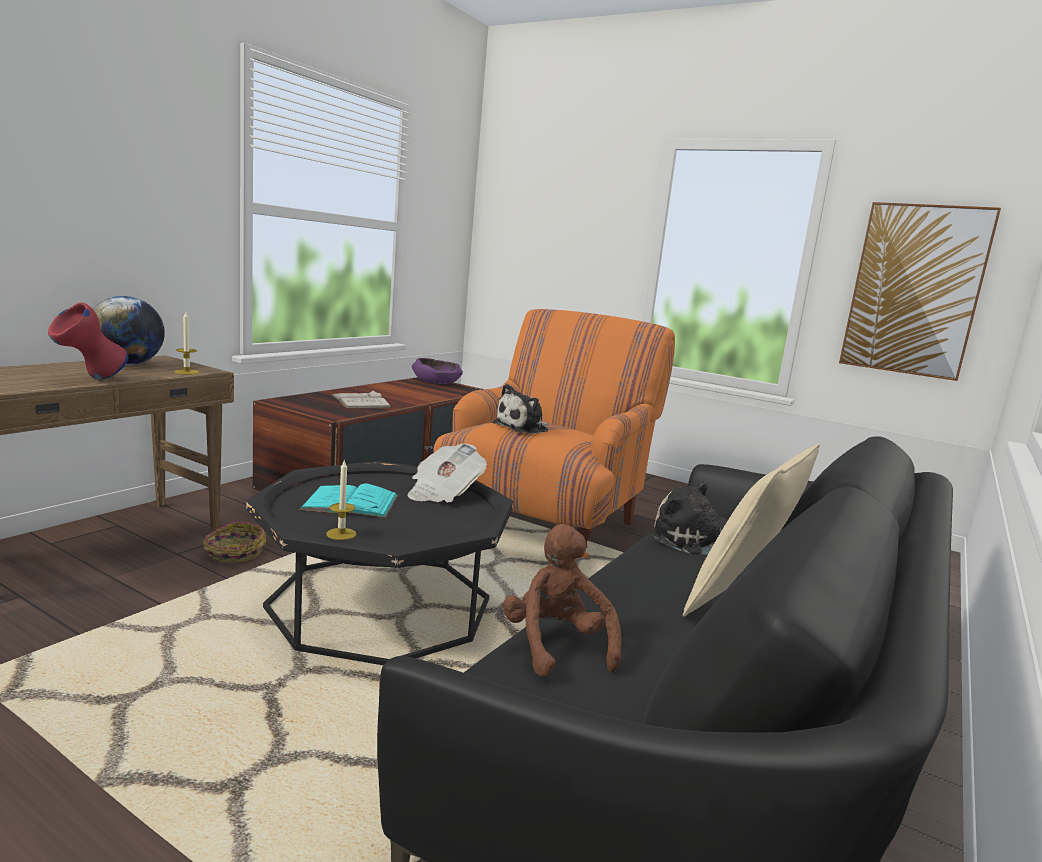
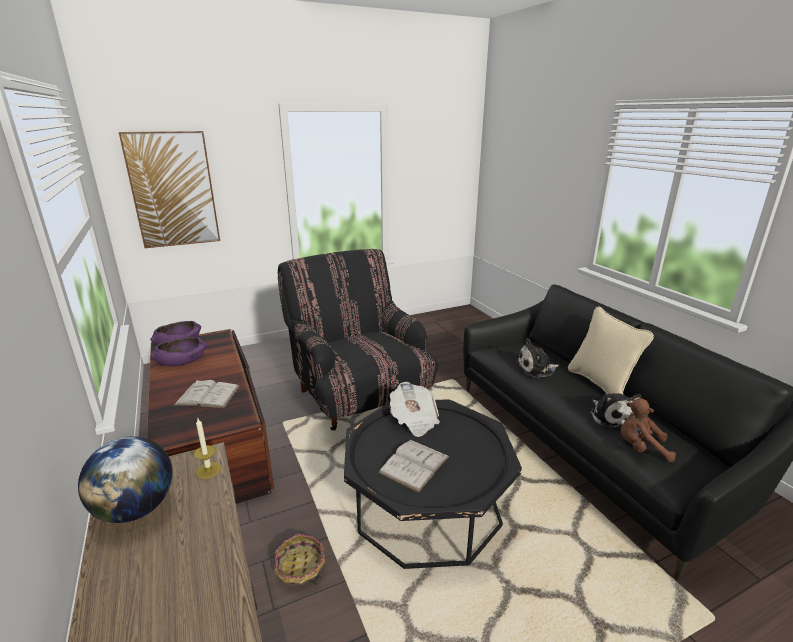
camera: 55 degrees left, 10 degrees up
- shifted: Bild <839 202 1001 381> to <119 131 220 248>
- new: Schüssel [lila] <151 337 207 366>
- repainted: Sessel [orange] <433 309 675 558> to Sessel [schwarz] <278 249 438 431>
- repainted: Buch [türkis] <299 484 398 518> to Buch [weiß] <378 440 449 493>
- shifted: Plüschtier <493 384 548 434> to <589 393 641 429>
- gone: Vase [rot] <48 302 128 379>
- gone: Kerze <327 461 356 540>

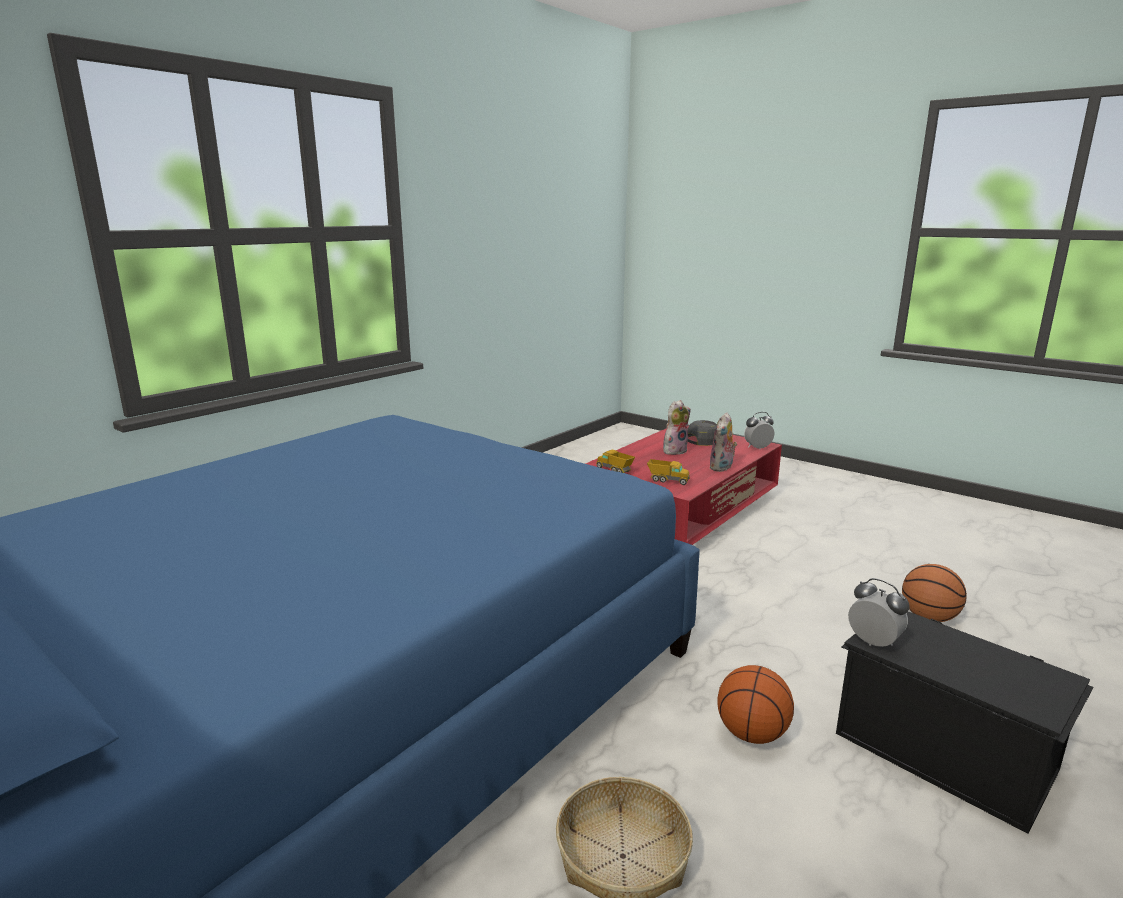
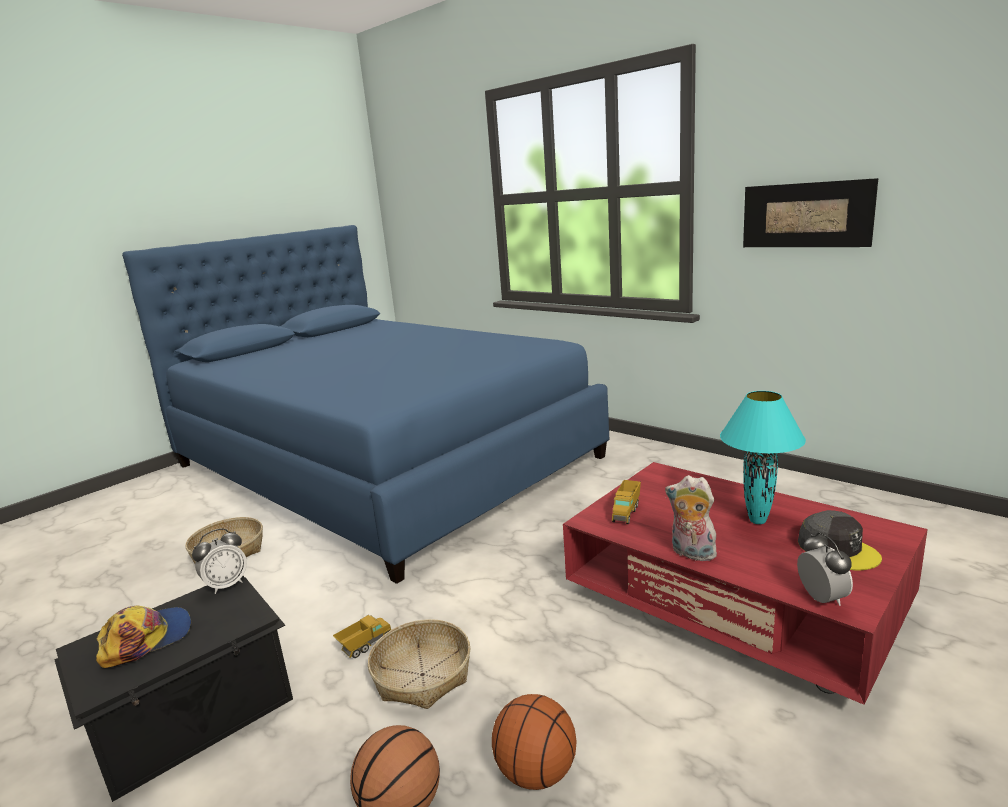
camera: 95 degrees right, 0 degrees up
- new: Kappe <96 606 191 668>
- shifted: Spielzeuglaster <596 450 635 473> to <333 615 391 658>
- new: Korb <368 619 470 709>
- shifted: Basketball <717 665 794 744> to <492 694 577 790>
- swapped: Plüschtier <663 400 691 455> to Tischlampe [türkis] <720 391 806 524>
- new: Bild <743 178 878 247>

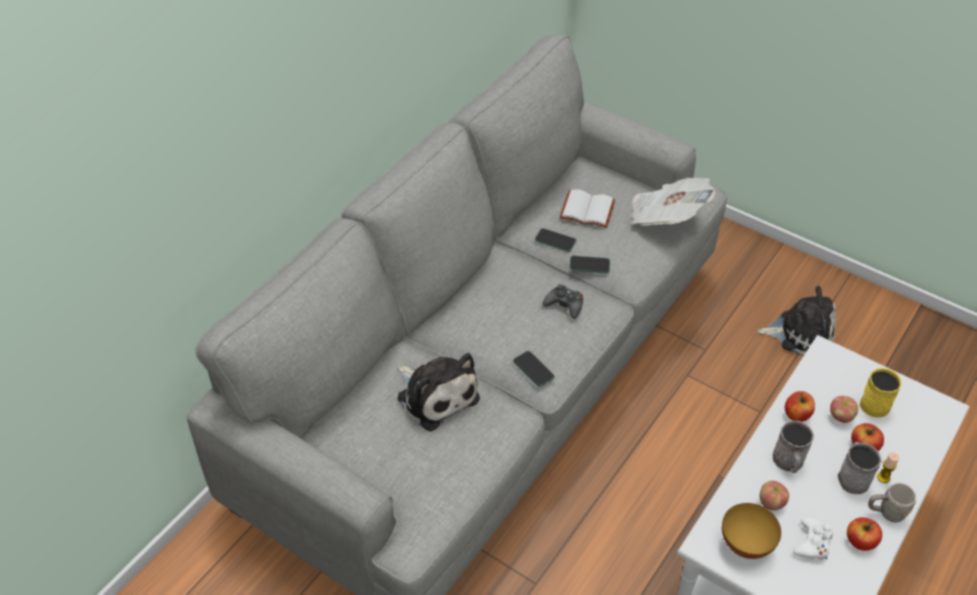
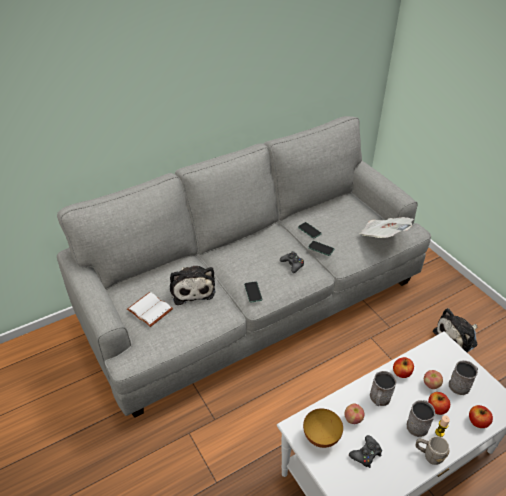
camera: 25 degrees right, 5 degrees down
- shifted: Buch [weiß] <559 189 615 228> to <127 292 173 327>
- repainted: Gamepad [weiß] <793 517 834 560> to Gamepad [schwarz] <349 435 382 468>
- rotated: Plüschtier <757 286 836 355> = <433 308 478 353> 120 degrees clockwise
- repainted: Henkelbecher [gelb] <860 368 902 417> to Henkelbecher [grau] <449 360 478 395>
- shifted: Apfel <847 517 882 551> to <469 405 493 428>

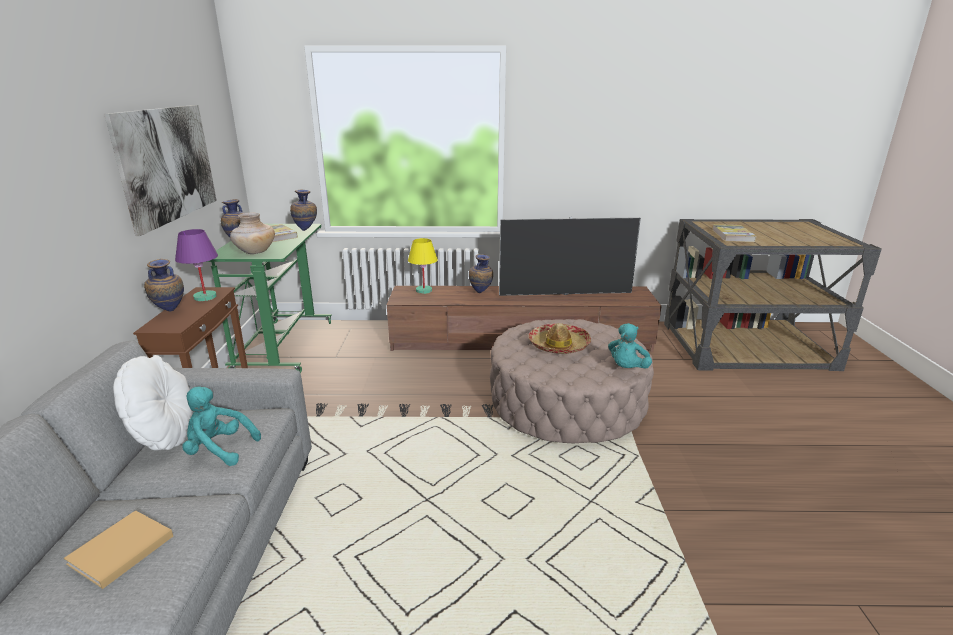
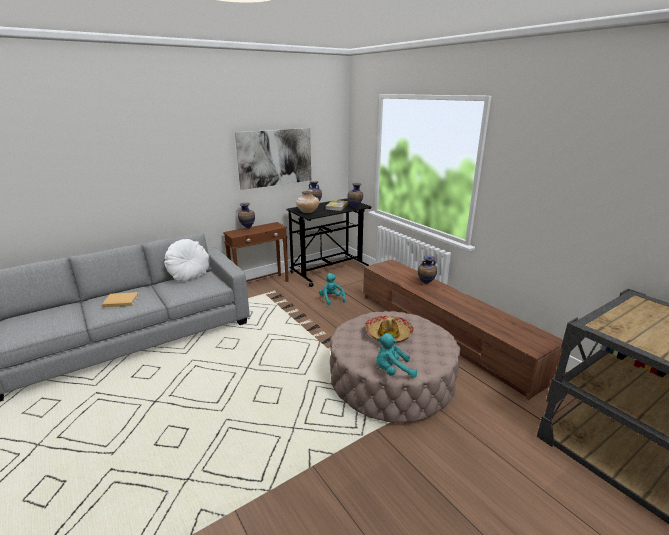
camera: 55 degrees right, 0 degrees up
- repainted: Schreibtisch [grün] <206 224 332 373> to Schreibtisch [schwarz] <286 198 371 287>
- shifted: Plüschtier [türkis] <182 386 261 466> to <319 273 345 305>
- gone: Tischlampe [lila] <175 229 218 301>
- gone: Tischlampe [gelb] <408 238 438 294>
- gone: Fernseher <499 217 641 296>
- gone: Buch <712 224 756 242>

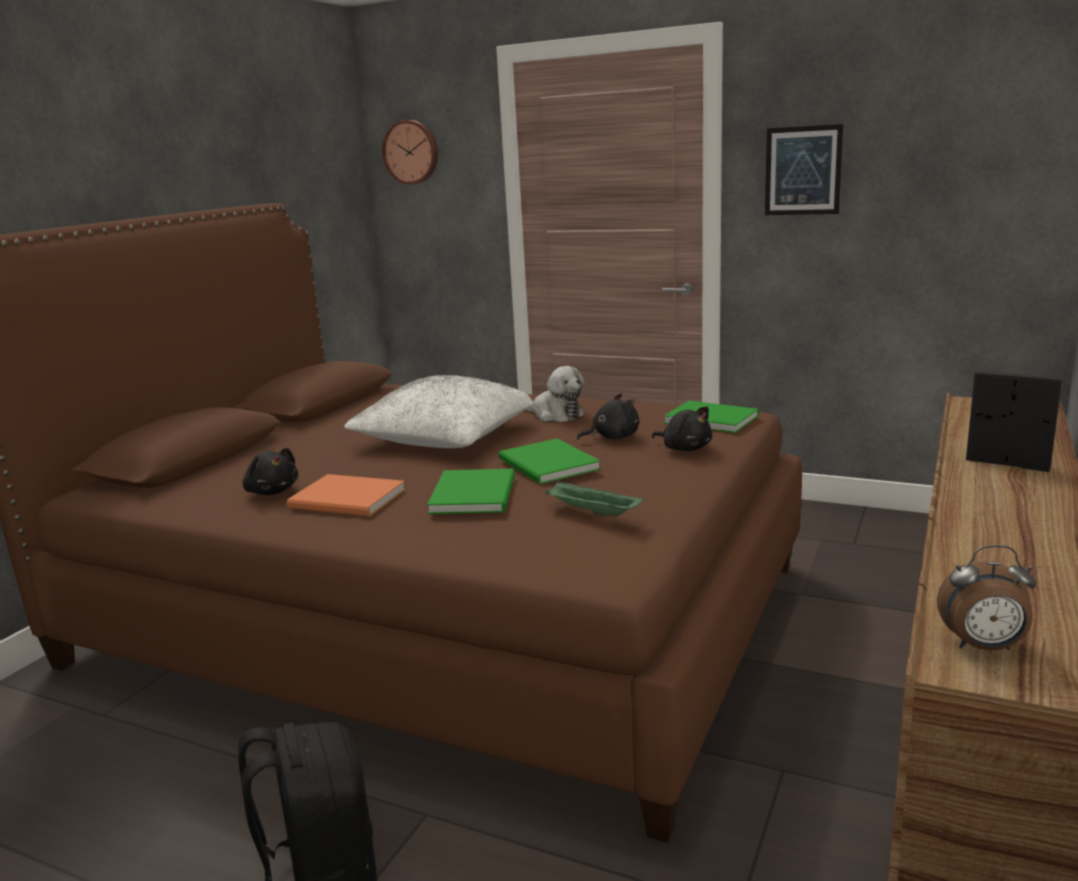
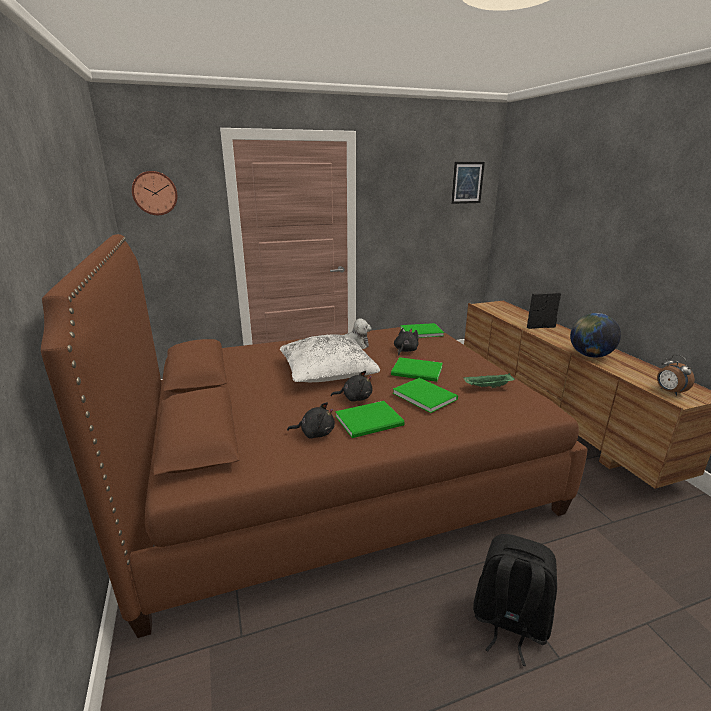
camera: 45 degrees left, 5 degrees up
- shifted: Plüschtier [schwarz] <652 406 712 451> to <331 371 373 402>
- repainted: Buch [orange] <287 474 406 517> to Buch [grün] <335 401 405 438>
- shifted: Bild <765 124 843 215> to <451 162 485 204>
- new: Globus <570 313 621 358>
- rotated: Wecker <937 545 1036 651> = <657 355 695 396> 105 degrees clockwise

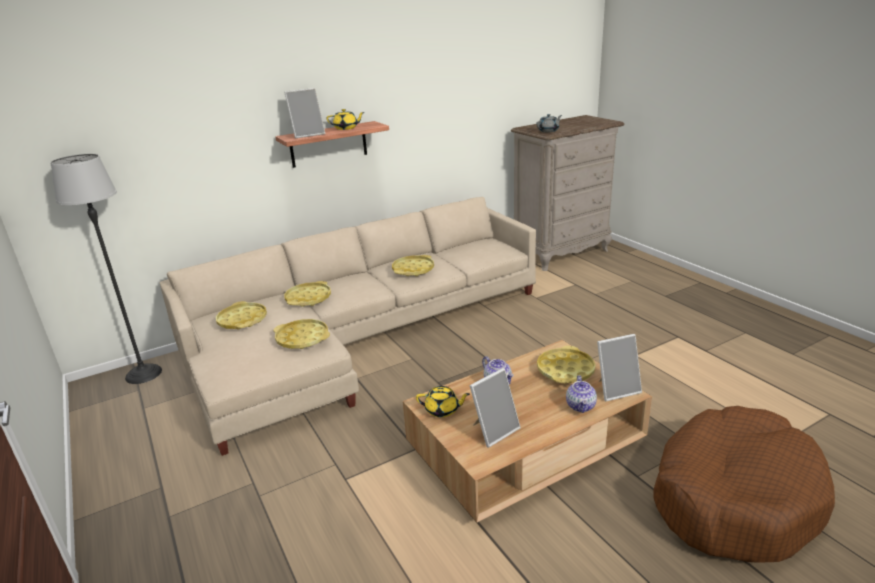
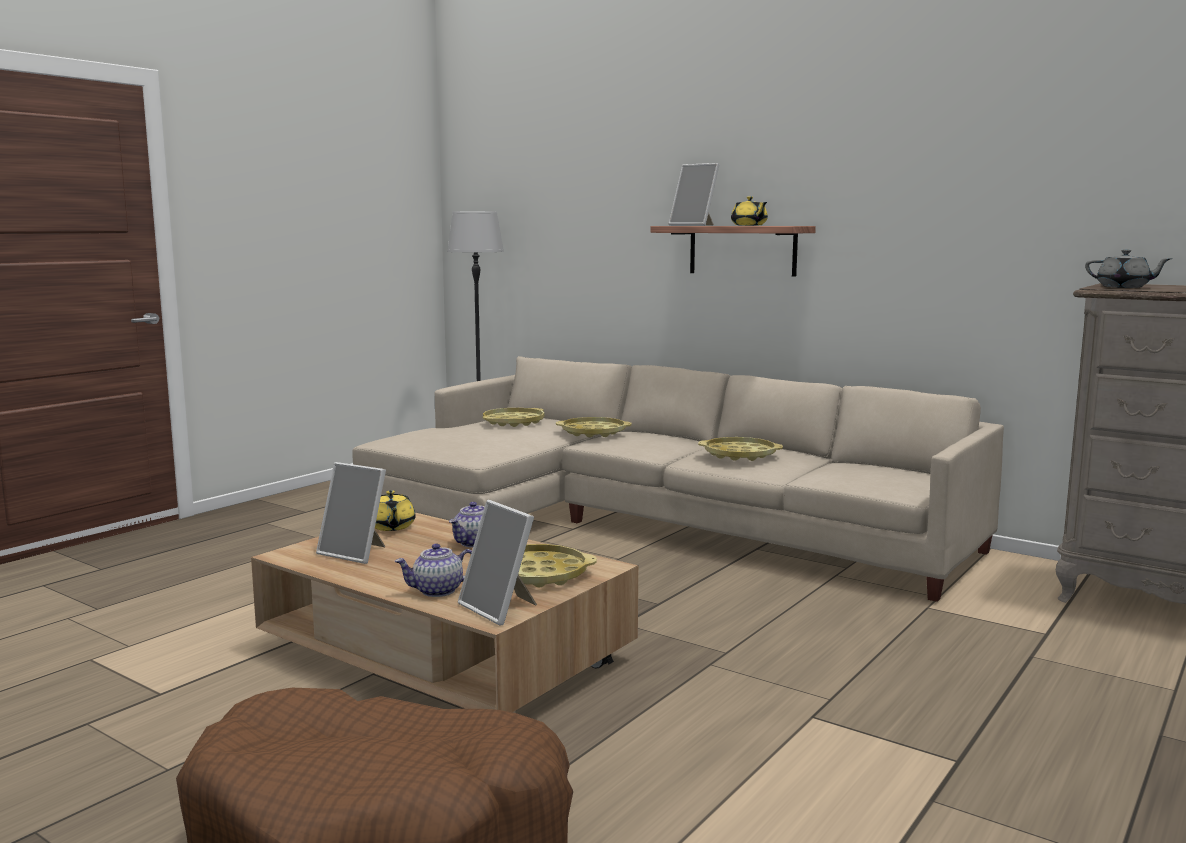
camera: 65 degrees right, 15 degrees down
- gone: Tablett [gelb] <274 319 330 349>

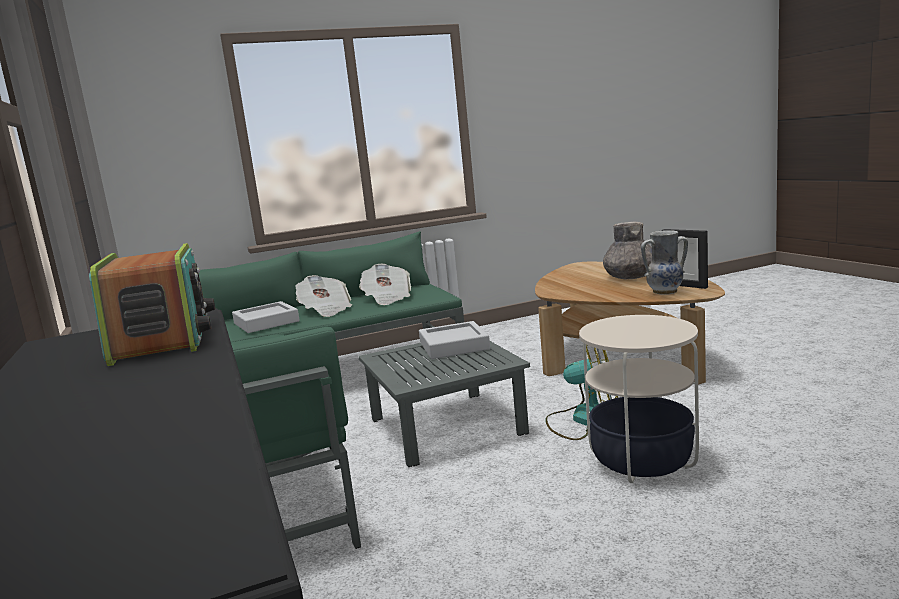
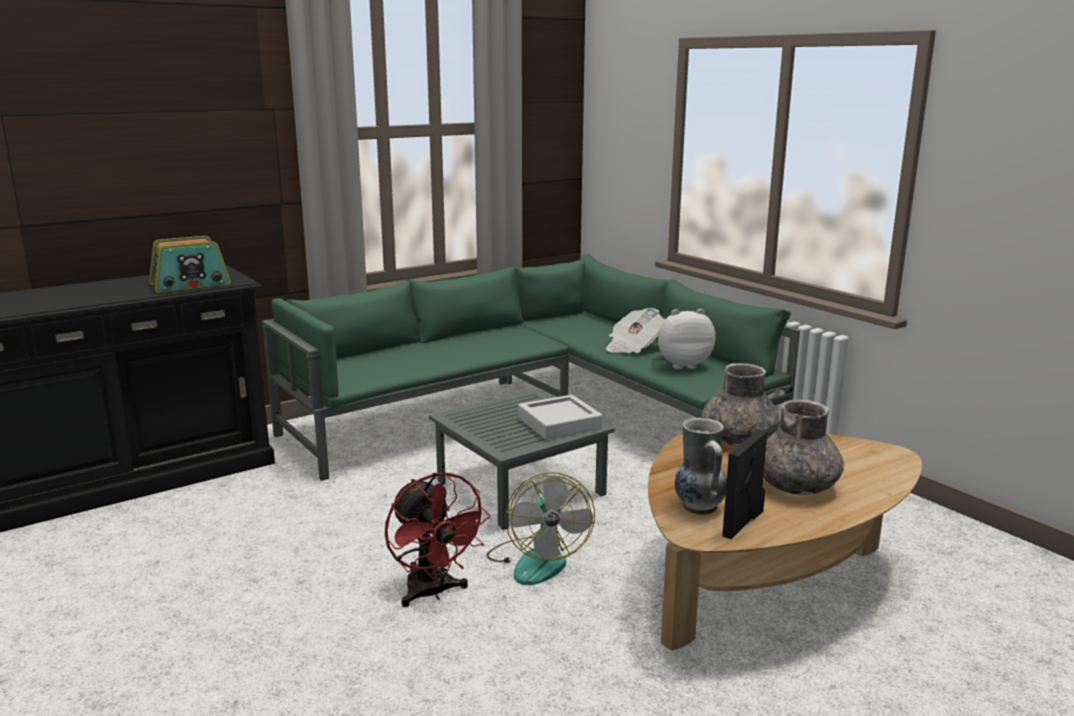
camera: 75 degrees right, 5 degrees up
- swapped: Beistelltisch [beige] <579 315 699 483> to Ventilator [rot] <385 472 491 607>
- swapped: Zeitung <359 264 411 305> to Plüschtier <658 309 716 369>
- new: Vase [grau] <702 363 780 446>
- gone: Tablett [grau] <232 301 300 333>

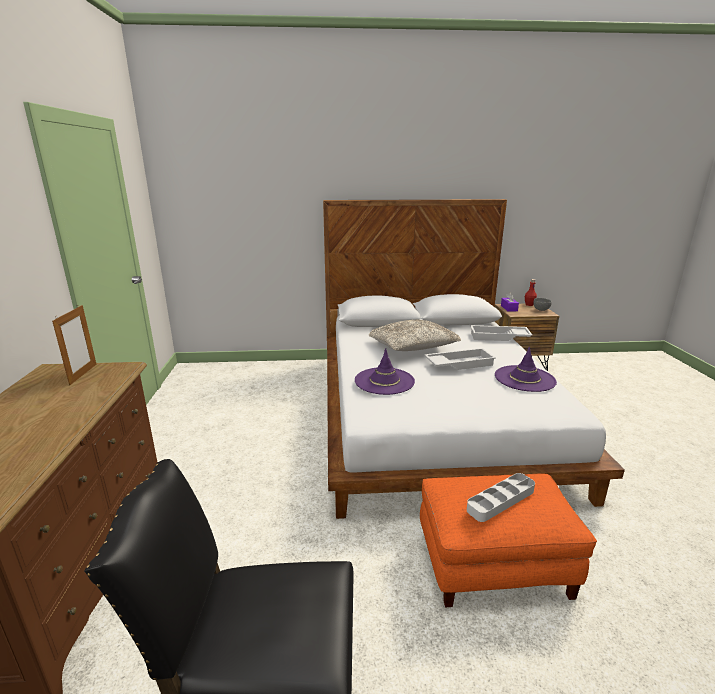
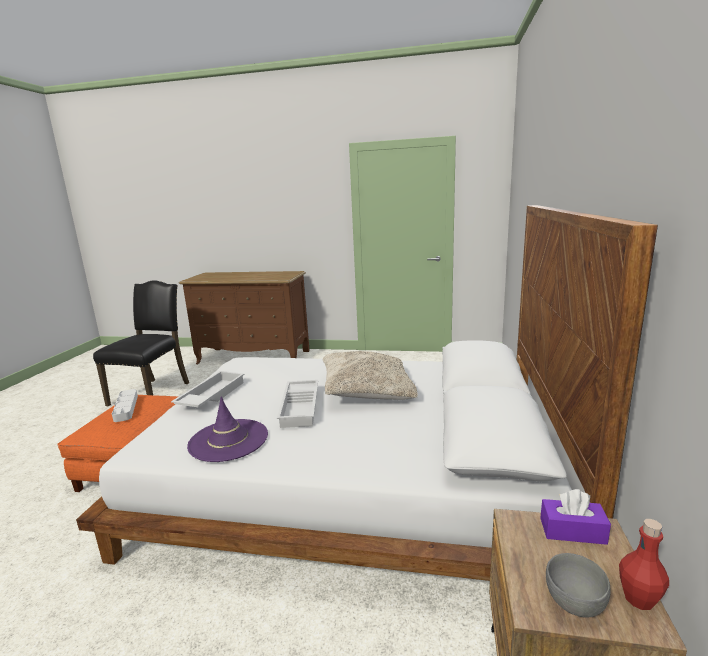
camera: 105 degrees right, 5 degrees down
- shifted: Tablett [weiß] <470 325 532 341> to <171 371 244 408>
- gone: Bilderrahmen <52 305 96 385>
- gone: Hut [lila] <355 348 415 395>

